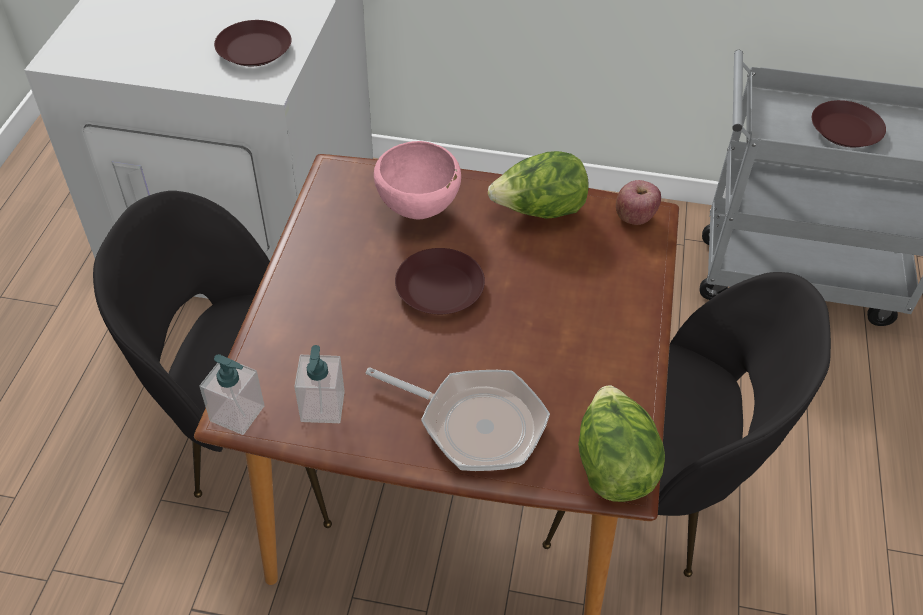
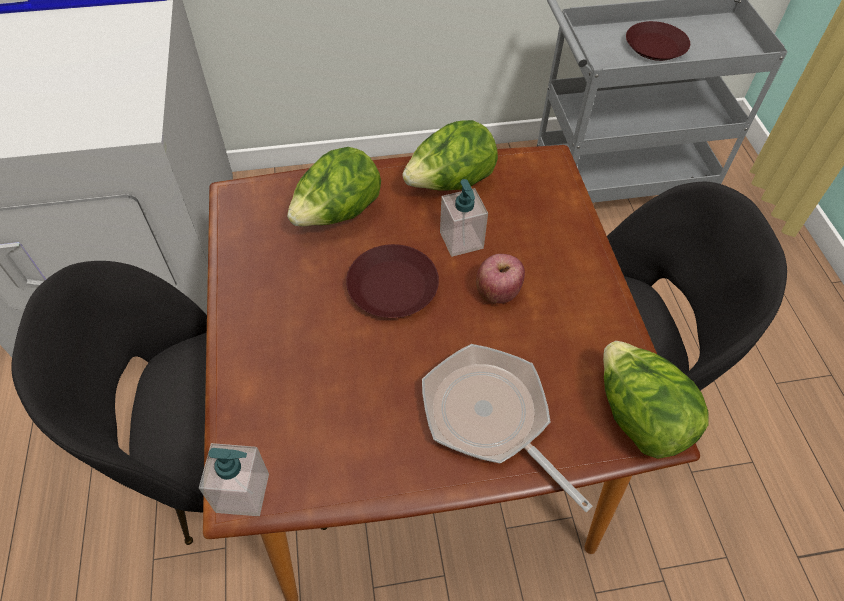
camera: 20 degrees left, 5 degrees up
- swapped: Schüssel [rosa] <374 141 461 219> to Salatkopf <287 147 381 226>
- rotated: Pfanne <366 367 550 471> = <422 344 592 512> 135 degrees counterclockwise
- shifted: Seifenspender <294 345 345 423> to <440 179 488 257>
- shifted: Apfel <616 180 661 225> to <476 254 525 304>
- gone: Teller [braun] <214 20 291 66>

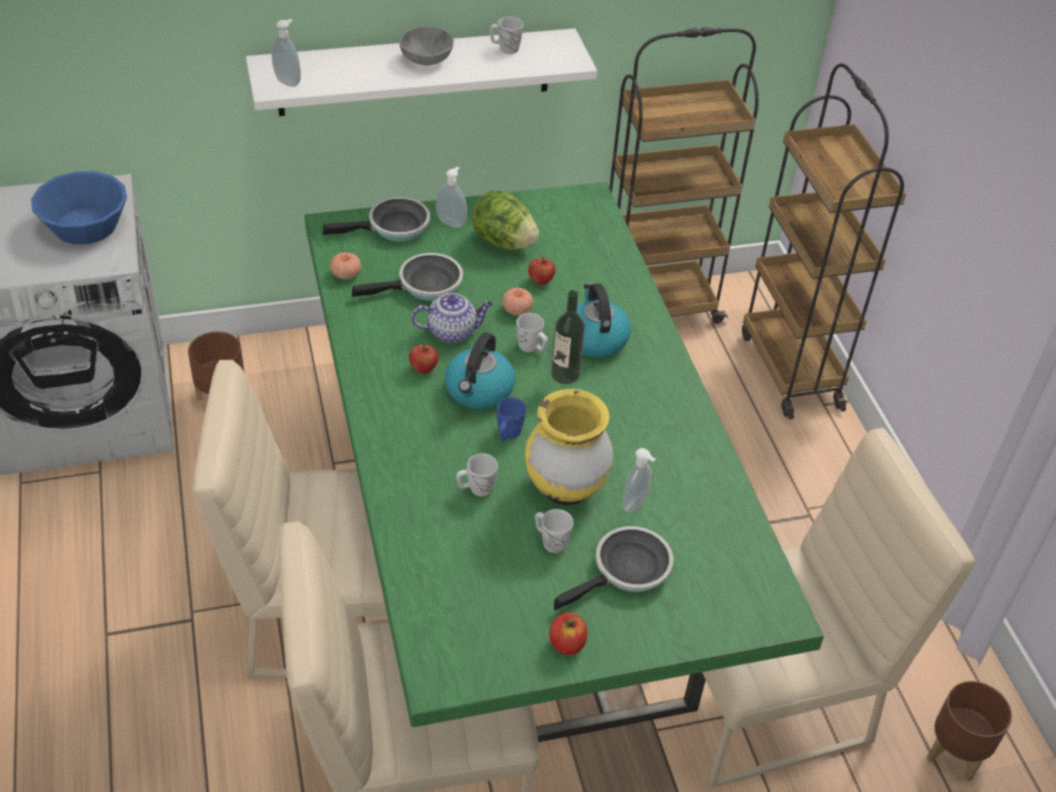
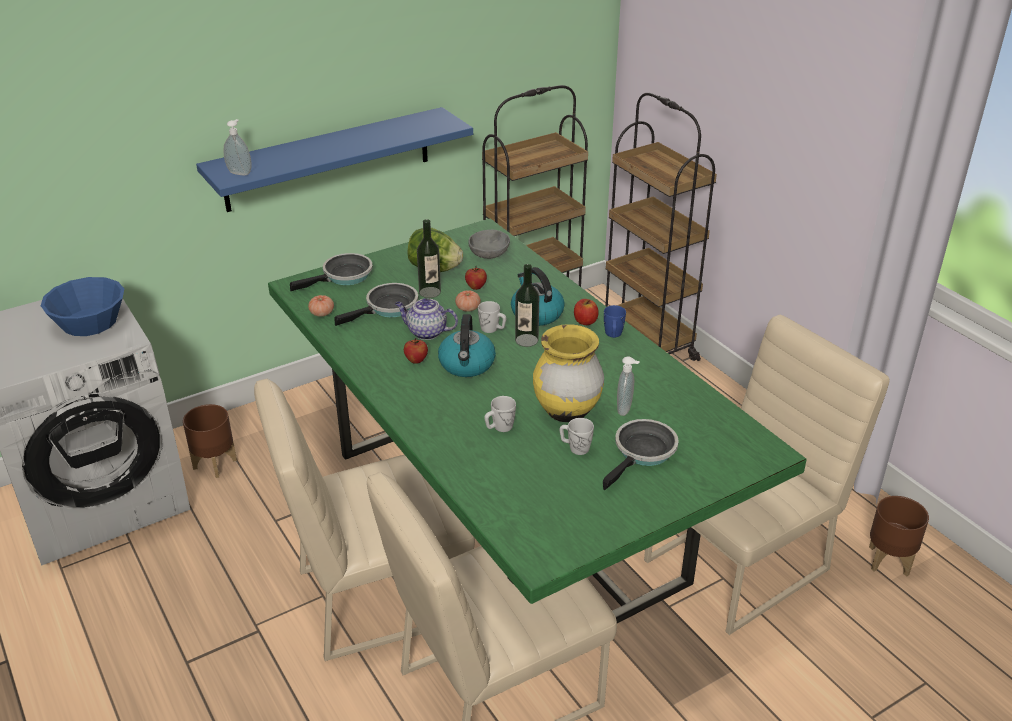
camera: 15 degrees left, 10 degrees down
- repainted: Wandregal [weiß] <246 28 597 116> to Wandregal [blau] <196 107 473 212>
- rotated: Teekanne <411 293 493 343> = <395 298 458 340> 135 degrees counterclockwise
- new: Flasche <417 219 441 298>
- shifted: Schüssel [grau] <400 26 454 66> to <468 230 510 259>
- shifted: Apfel <549 612 587 655> to <574 299 599 325>
- shifted: Henkelbecher [blau] <497 397 526 441> to <604 305 626 338>
- gone: Seifenspender <436 167 467 228>
- gone: Henkelbecher [weiß] <489 17 523 54>

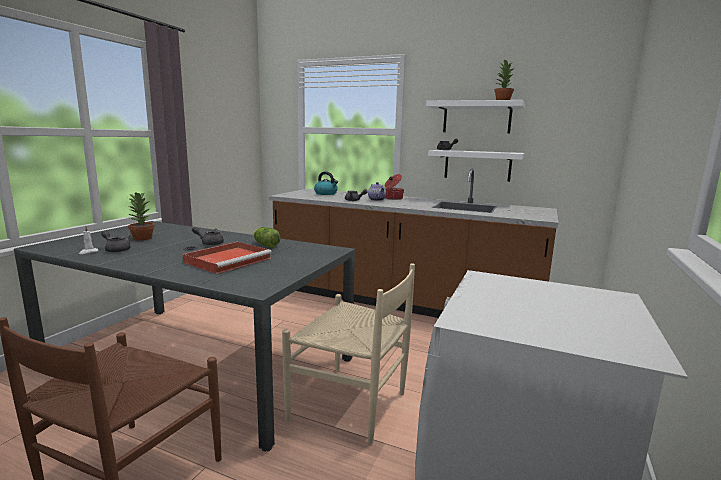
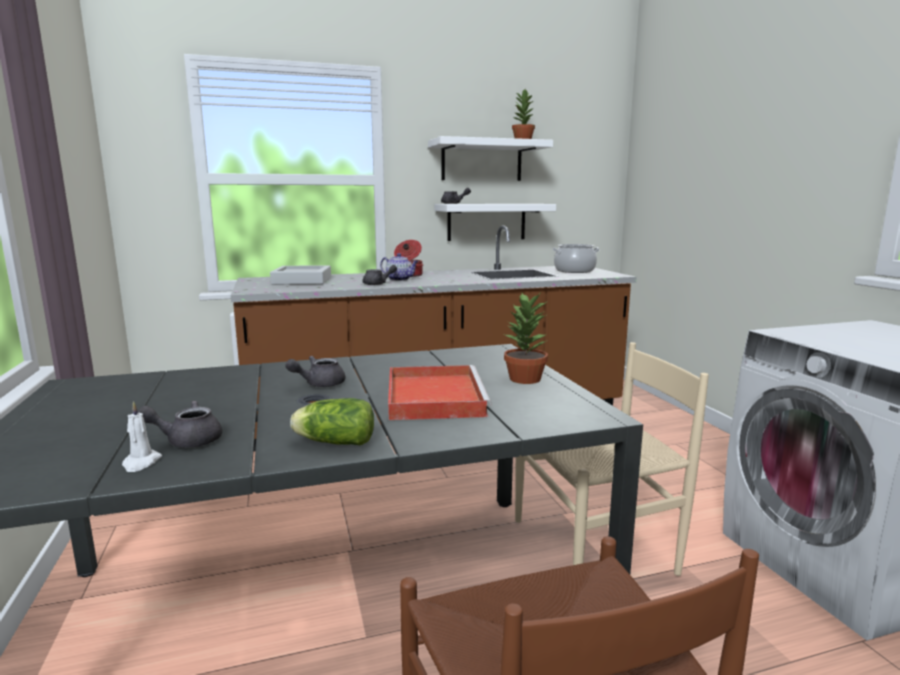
camera: 40 degrees left, 0 degrees up
- swapped: Wasserkessel <314 171 338 195> to Tablett [grau] <270 265 331 285>
- shifted: Salatkopf <253 227 281 248> to <290 398 374 445>
- shifted: Topfpflanze <127 192 155 241> to <504 293 548 384>
- new: Kochtopf <552 244 599 273>

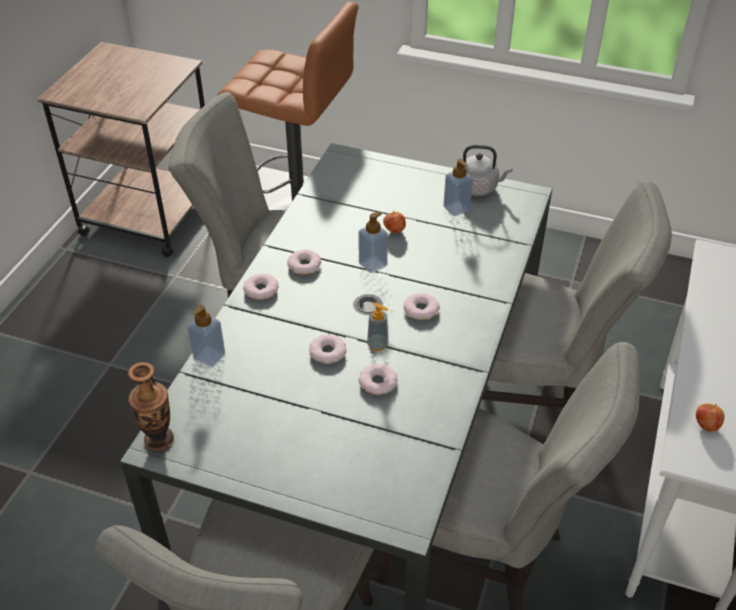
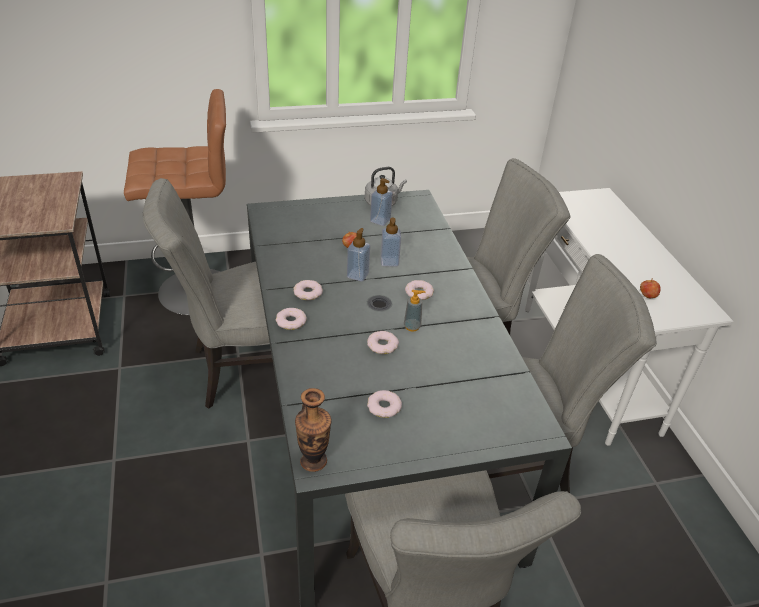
camera: 35 degrees left, 5 degrees down
- shifted: Donut <358 364 398 395> to <367 390 402 418>
- shifted: Seifenspender <187 305 225 368> to <380 217 401 267>

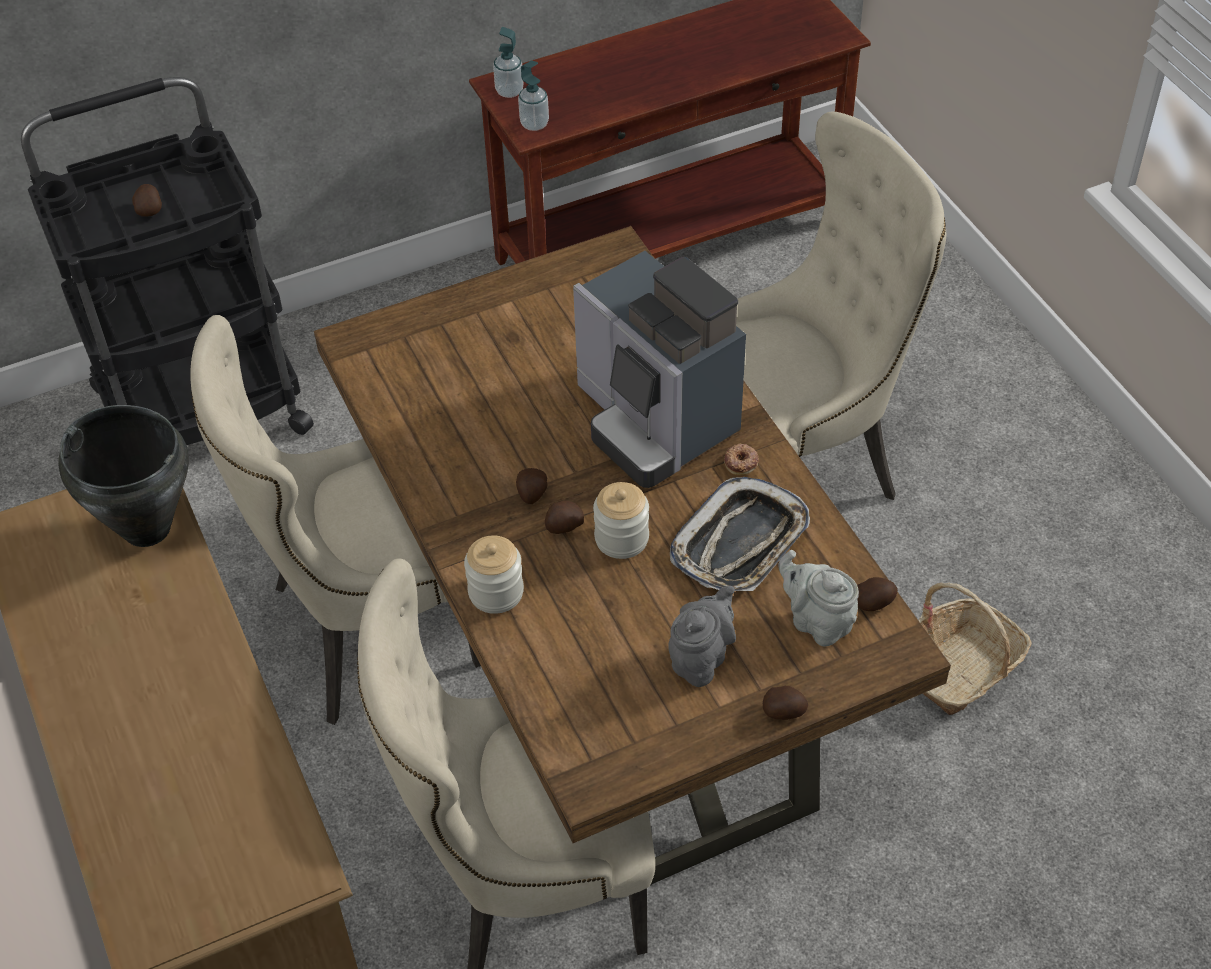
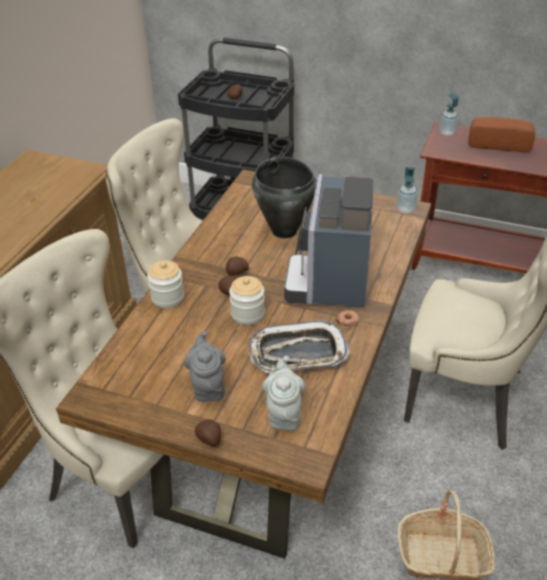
camera: 45 degrees right, 10 degrees down
- rotated: Teekanne [grau] <668 586 736 687> = <184 331 226 402> 90 degrees counterclockwise
- shifted: Kochtopf [schwarz] <58 405 189 547> to <252 157 316 238>
- shifted: Seifenspender <518 61 549 131> to <397 167 418 214>
- new: Brot <468 117 535 152>
- gone: Kartoffel <857 577 898 611>

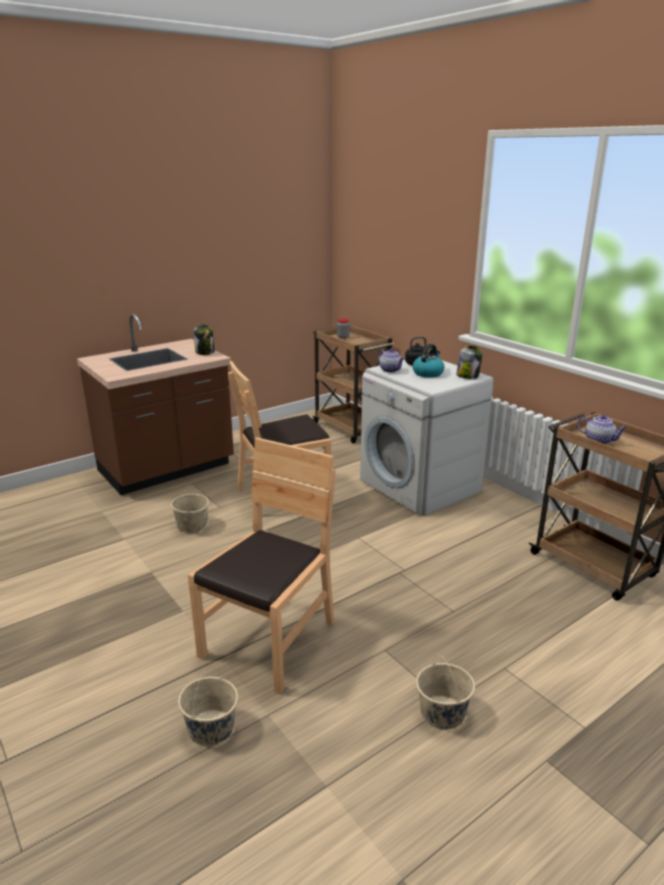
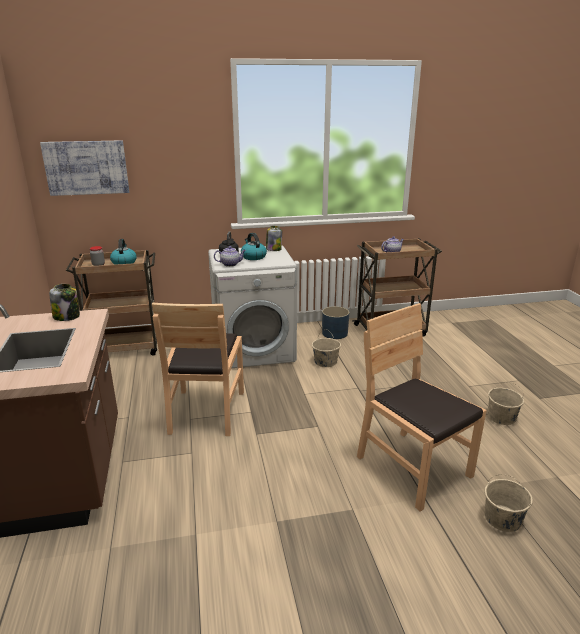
camera: 65 degrees left, 0 degrees up
- new: Bild <40 140 129 196>
- new: Wasserkessel <110 239 137 265>
- shifted: Eimer [beige] <171 484 209 533> to <312 331 341 367>
- new: Pflanzkübel [blau] <322 306 349 339>

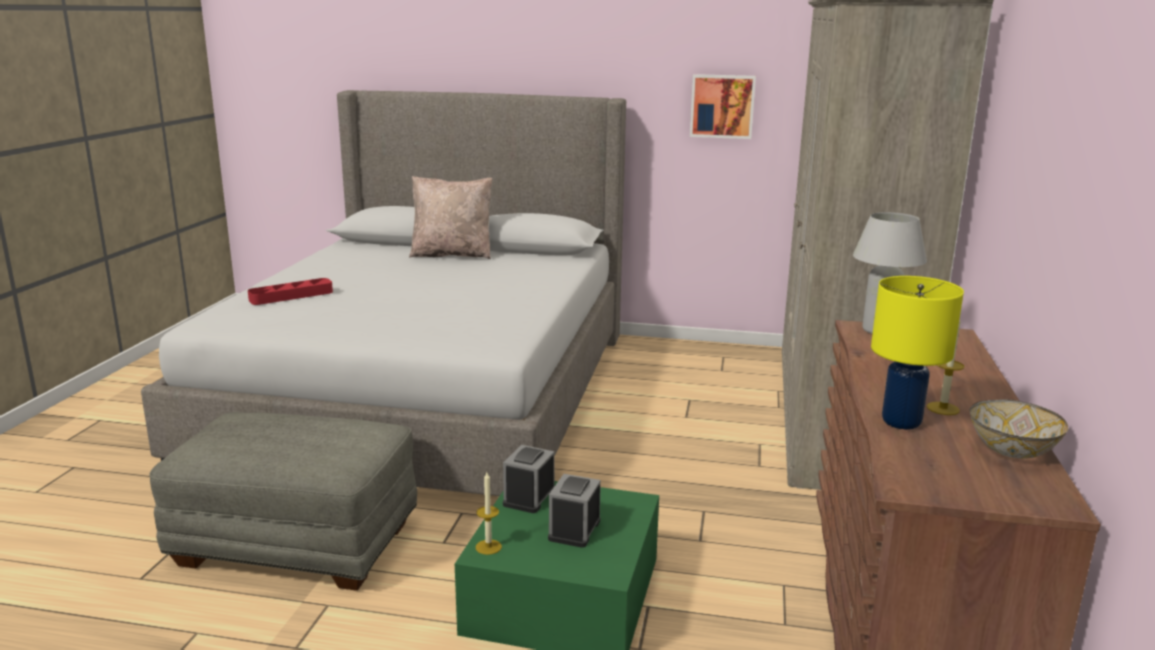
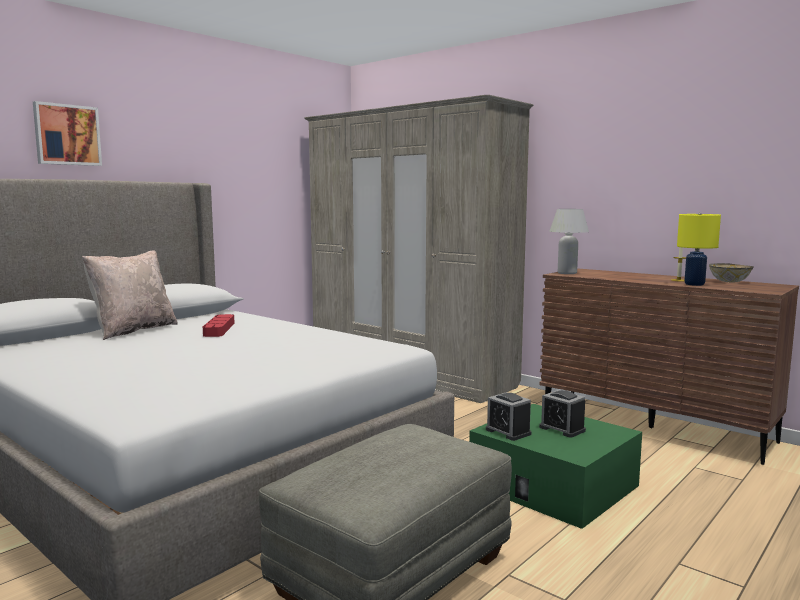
camera: 60 degrees left, 10 degrees down
- shifted: Bild <690 74 756 139> to <33 101 102 166>
- shifted: Tablett [rot] <248 278 333 305> to <203 314 235 337>
- gone: Kerze <476 472 502 555>

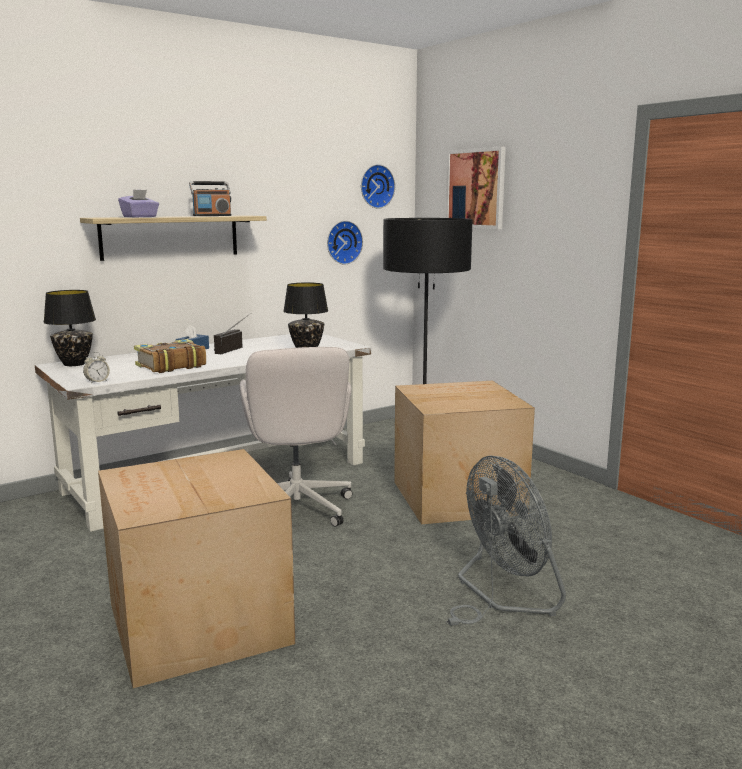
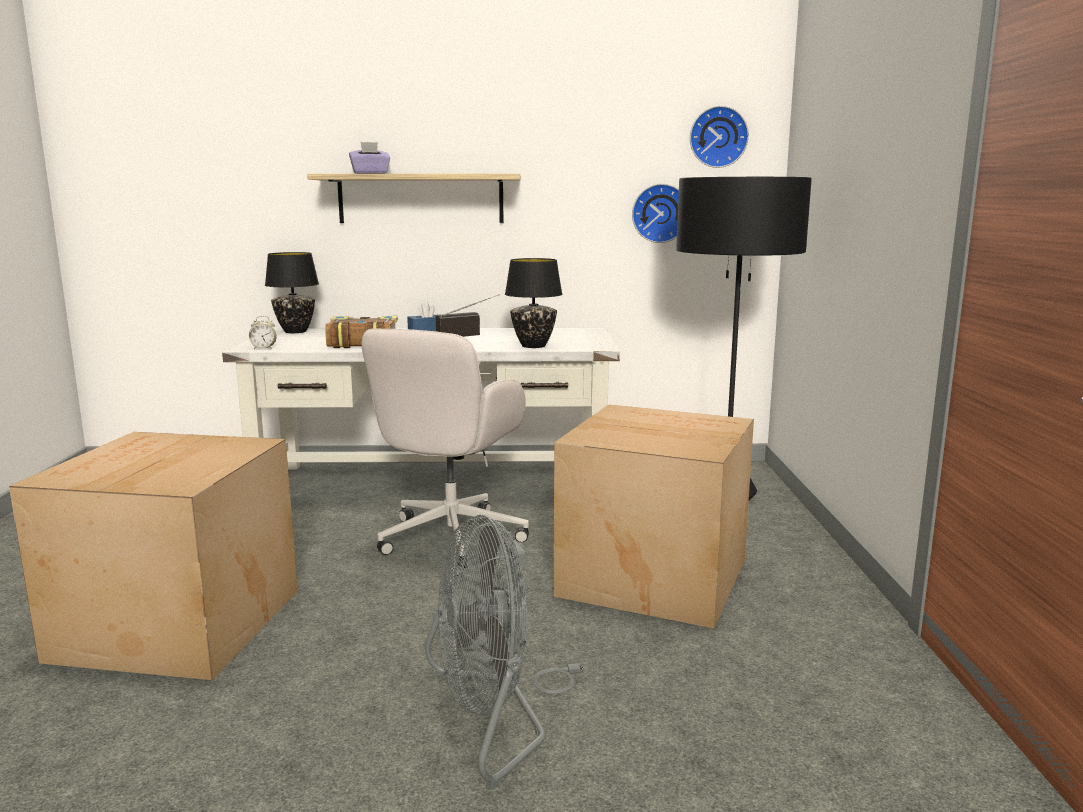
camera: 35 degrees right, 0 degrees up
- rotated: Ventilator [grau] <447 456 566 626> = <425 515 584 790> 150 degrees clockwise
- gone: Radio <189 181 231 216>
- gone: Bild <446 147 506 229>

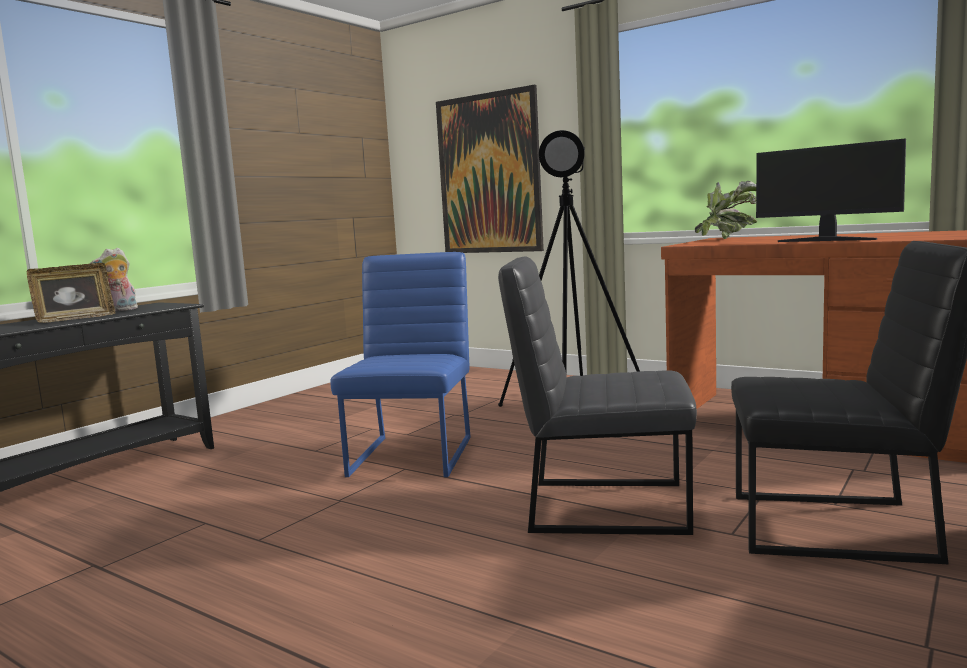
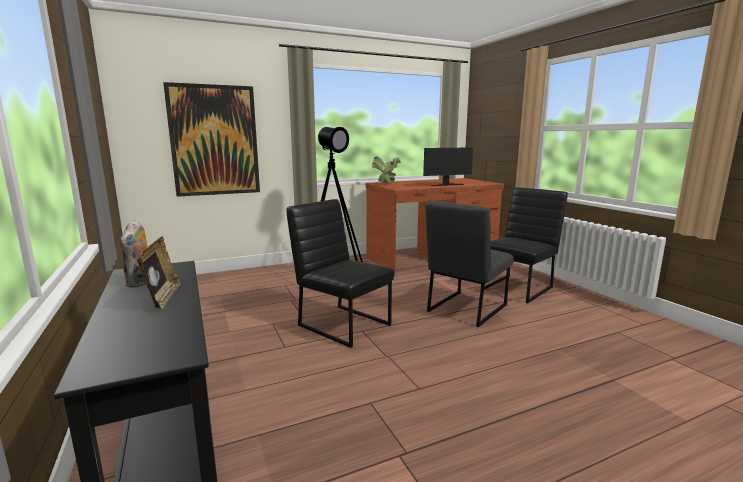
camera: 60 degrees left, 5 degrees up
- repainted: Stuhl [blau] <330 252 471 477> to Stuhl [schwarz] <286 199 394 348>

